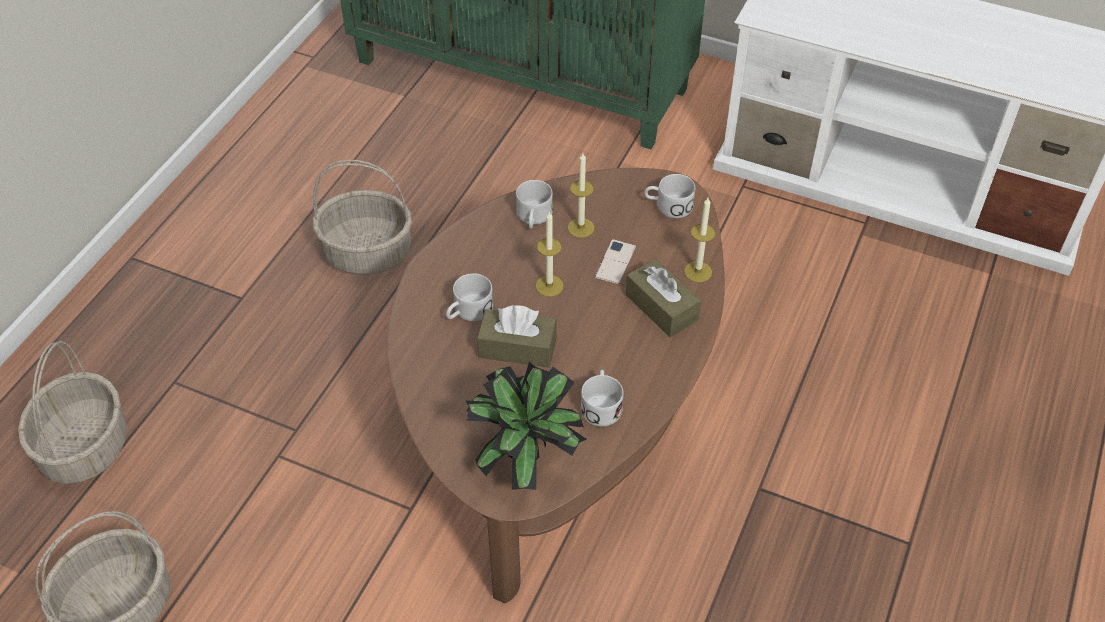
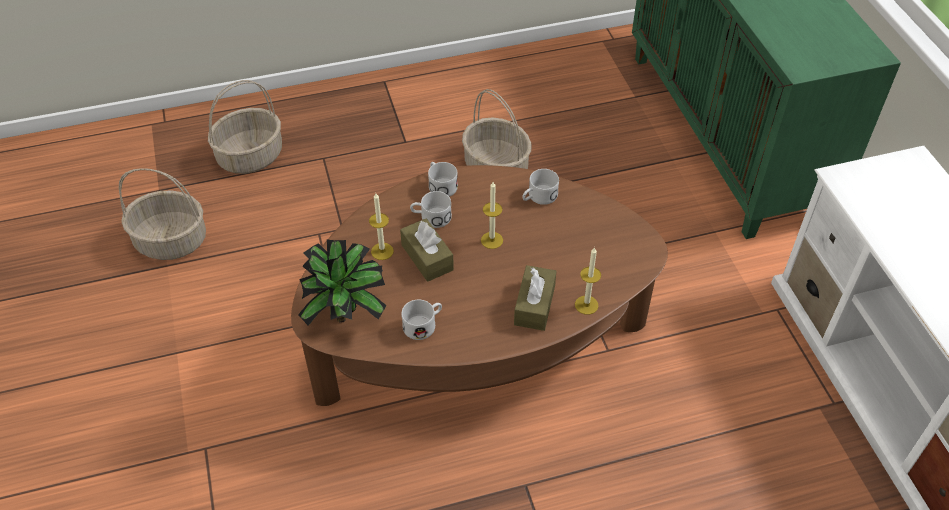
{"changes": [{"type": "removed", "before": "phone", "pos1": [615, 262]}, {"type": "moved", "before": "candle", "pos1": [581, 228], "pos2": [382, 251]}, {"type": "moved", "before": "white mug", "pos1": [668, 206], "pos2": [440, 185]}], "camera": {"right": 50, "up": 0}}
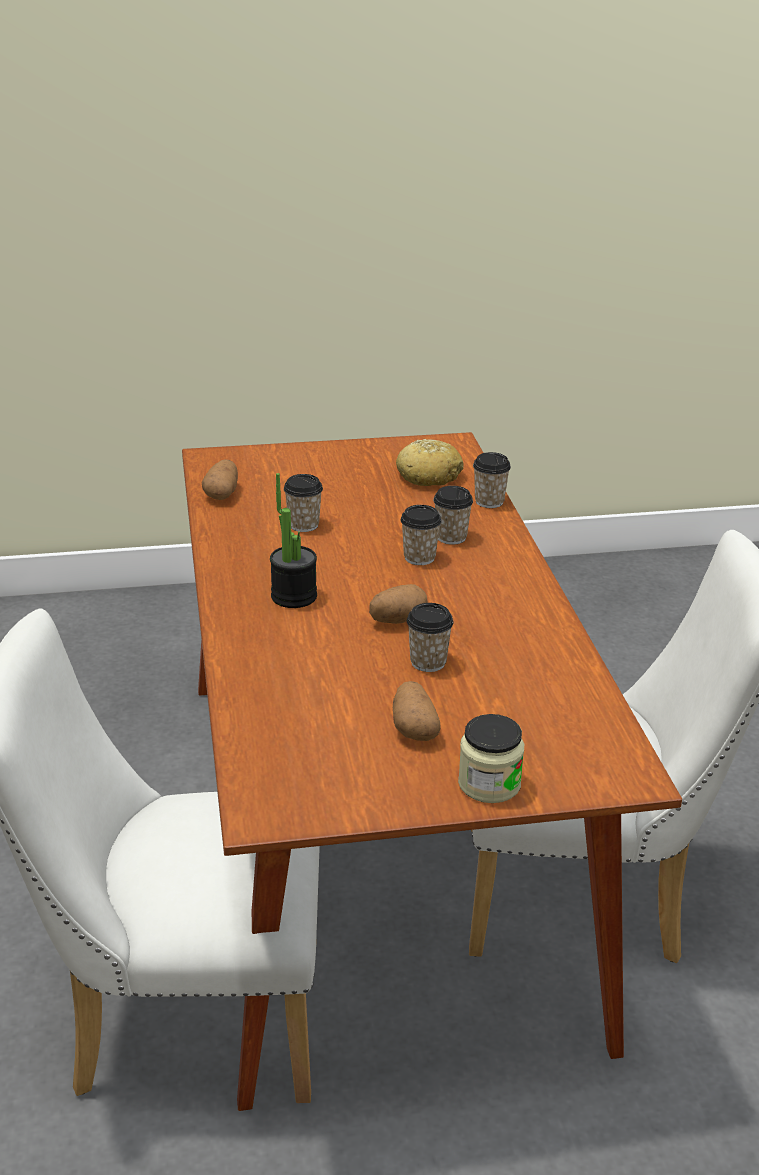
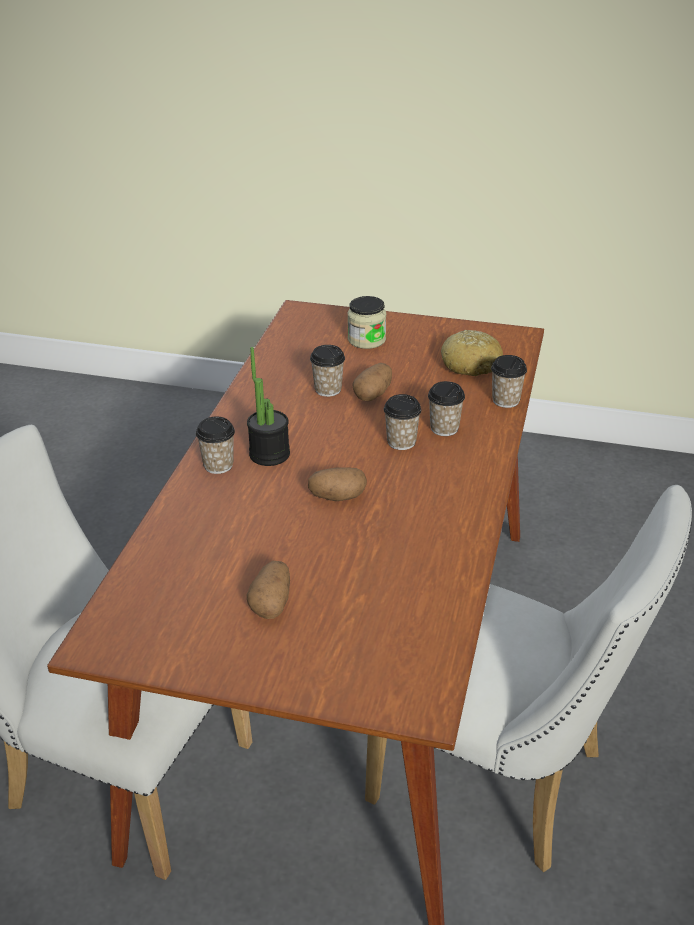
{"changes": [{"type": "moved", "before": "potato", "pos1": [222, 494], "pos2": [373, 394]}, {"type": "moved", "before": "cup", "pos1": [428, 662], "pos2": [218, 465]}, {"type": "moved", "before": "jar", "pos1": [489, 784], "pos2": [366, 340]}], "camera": {"right": 25, "up": 5}}
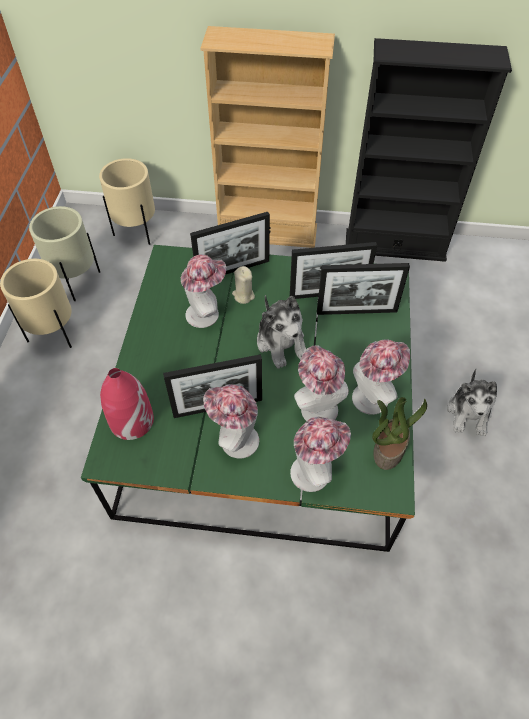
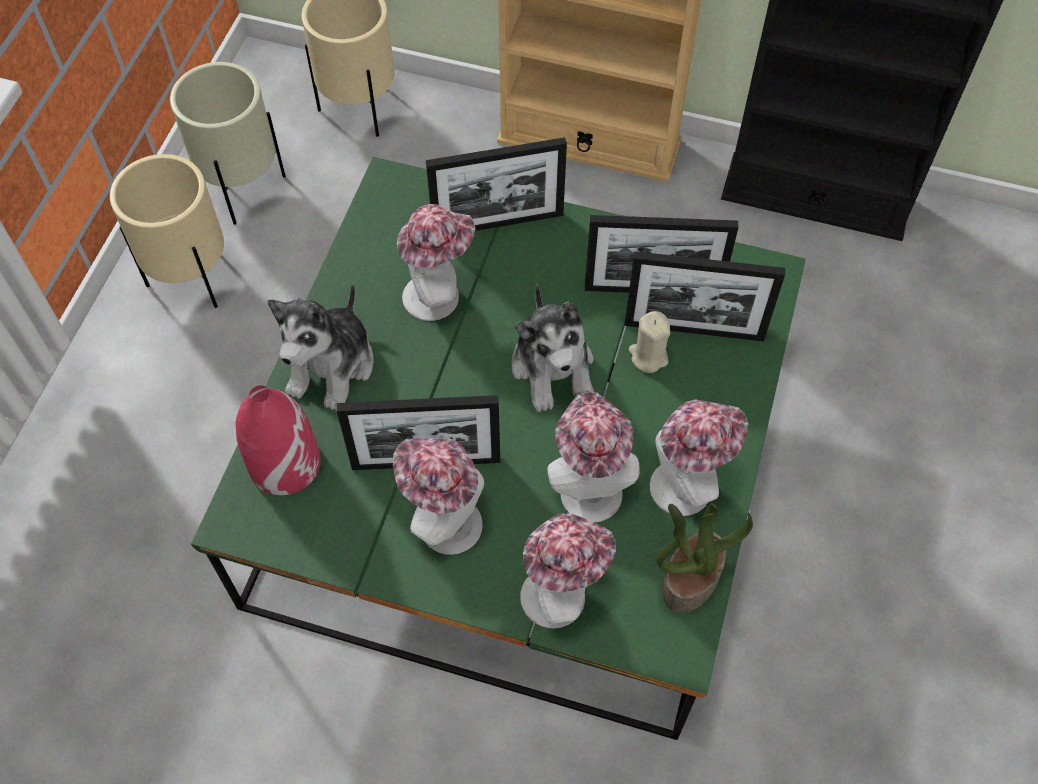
{"changes": [{"type": "moved", "before": "beige candle", "pos1": [243, 295], "pos2": [648, 356]}, {"type": "moved", "before": "plush toy", "pos1": [469, 413], "pos2": [332, 366]}], "camera": {"right": 10, "up": 5}}
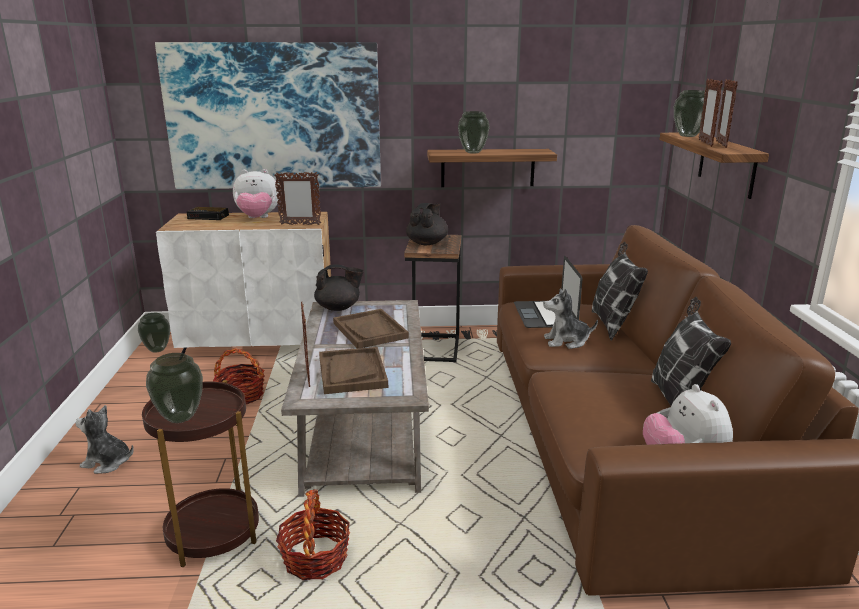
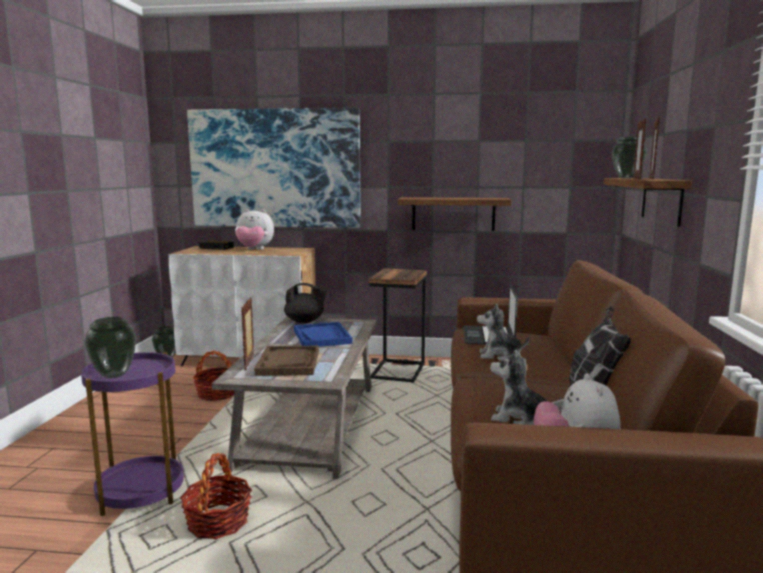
{"changes": [{"type": "removed", "before": "picture frame", "pos1": [300, 224]}, {"type": "removed", "before": "black teapot", "pos1": [427, 243]}, {"type": "removed", "before": "vase", "pos1": [473, 152]}, {"type": "removed", "before": "pillow", "pos1": [613, 324]}, {"type": "moved", "before": "plush toy", "pos1": [107, 462], "pos2": [519, 419]}, {"type": "recoloured", "before": "brown side table", "after": "purple side table", "pos1": [213, 533], "pos2": [141, 493]}, {"type": "recoloured", "before": "brown tray", "after": "blue tray", "pos1": [370, 330], "pos2": [322, 337]}], "camera": {"right": 10, "up": -10}}
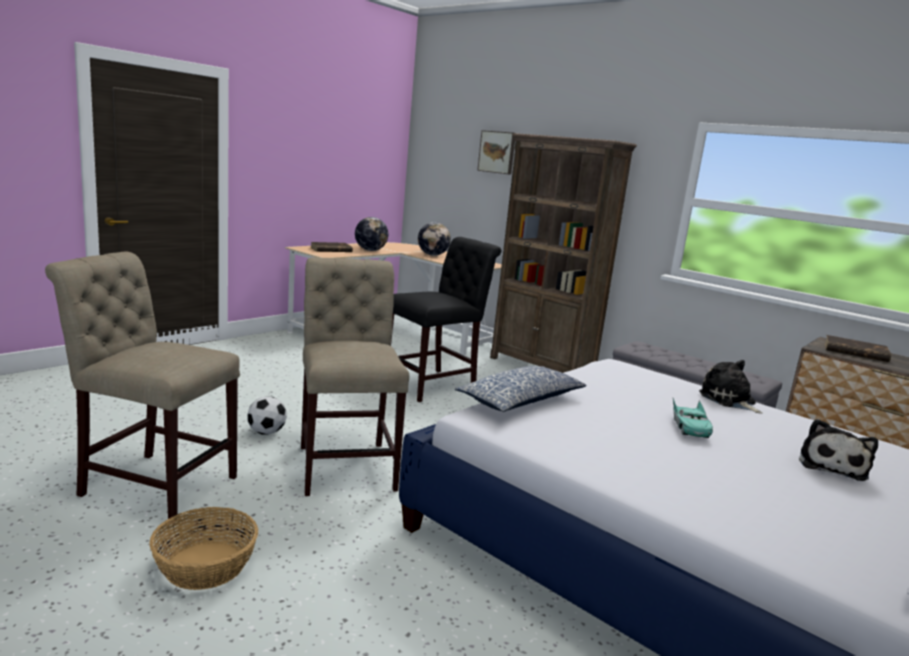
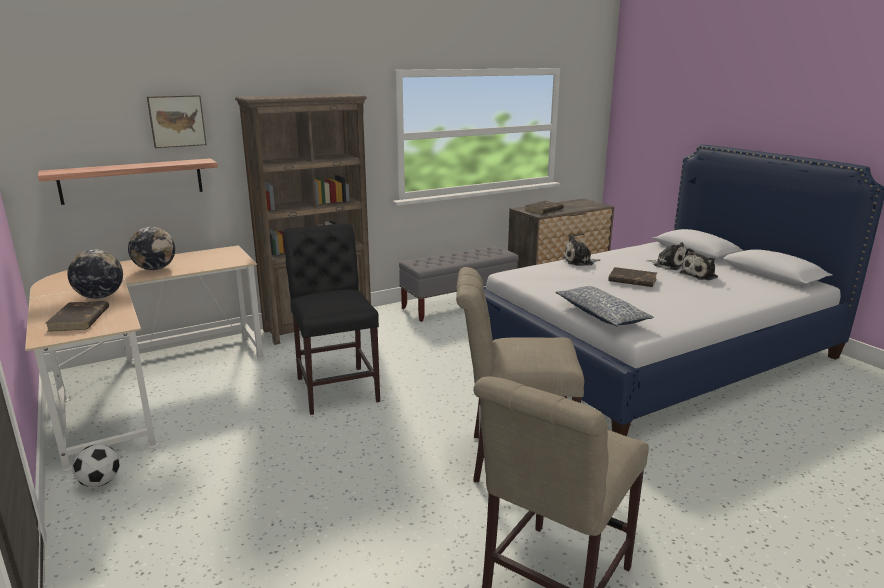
{"changes": [{"type": "removed", "before": "basket", "pos1": [205, 565]}, {"type": "added", "after": "shelf", "pos2": [132, 181]}, {"type": "added", "after": "plush toy", "pos2": [700, 275]}, {"type": "moved", "before": "football", "pos1": [266, 432], "pos2": [100, 482]}, {"type": "replaced", "before": "turquoise toy car", "after": "brown book", "pos1": [689, 427], "pos2": [632, 280]}], "camera": {"right": -70, "up": 5}}
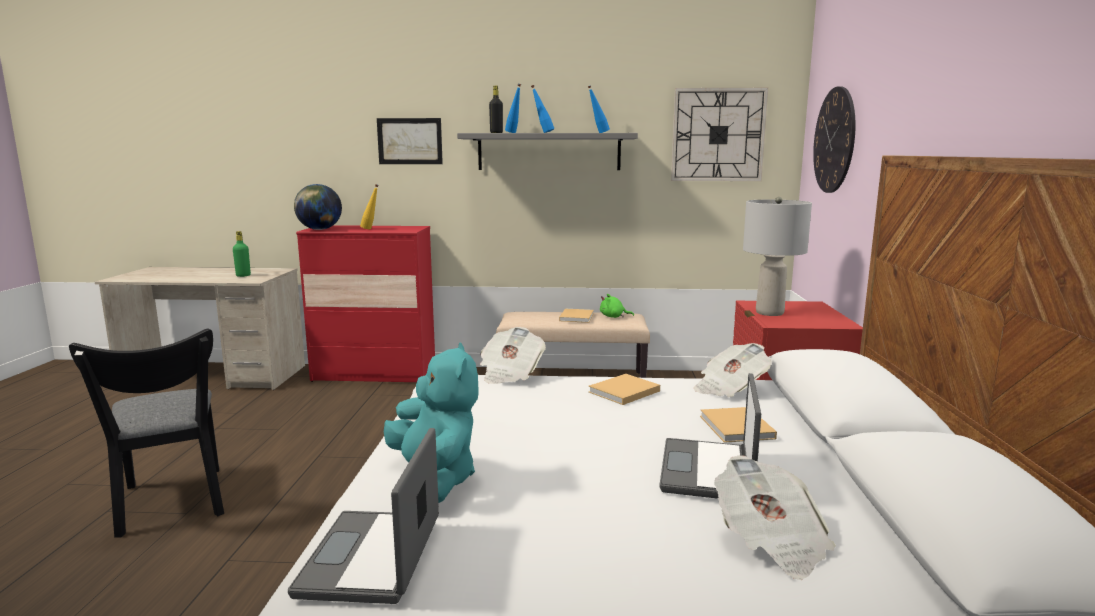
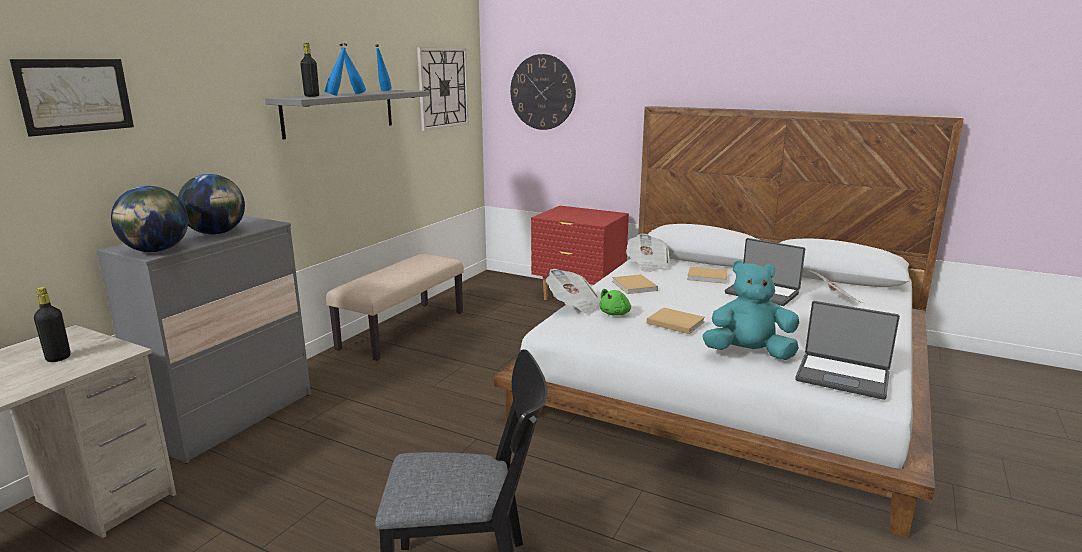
{"changes": [{"type": "removed", "before": "grey table lamp", "pos1": [770, 313]}, {"type": "moved", "before": "picture", "pos1": [410, 141], "pos2": [75, 95]}, {"type": "moved", "before": "beige book", "pos1": [577, 317], "pos2": [674, 322]}, {"type": "moved", "before": "green plush toy", "pos1": [613, 317], "pos2": [615, 313]}, {"type": "replaced", "before": "yellow bottle", "after": "globe", "pos1": [371, 229], "pos2": [216, 233]}, {"type": "recoloured", "before": "green bottle", "after": "black bottle", "pos1": [243, 275], "pos2": [58, 358]}, {"type": "recoloured", "before": "red dresser", "after": "grey dresser", "pos1": [374, 374], "pos2": [231, 418]}], "camera": {"right": -65, "up": 5}}
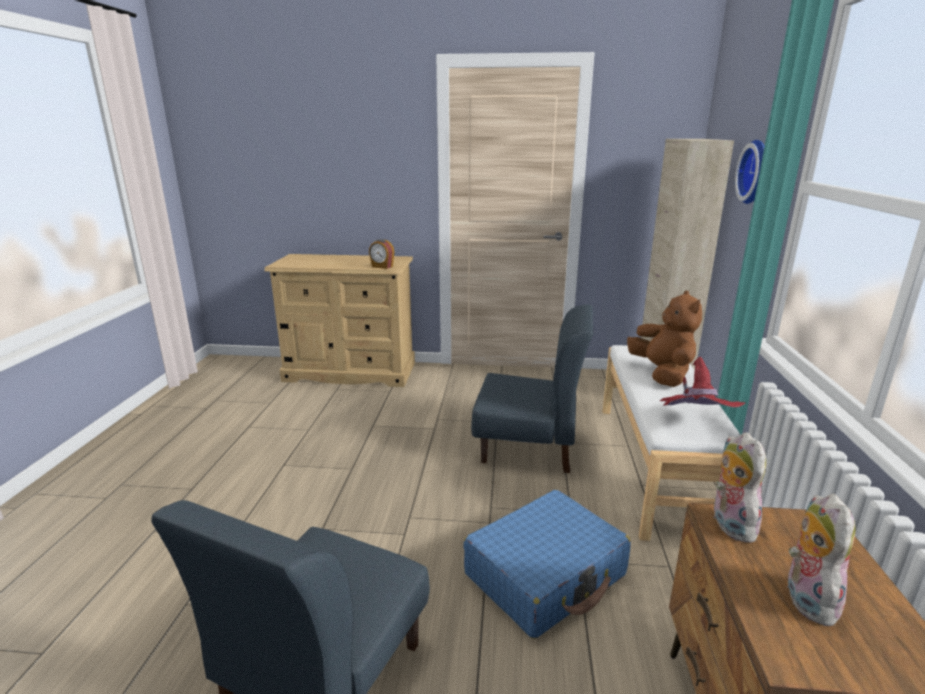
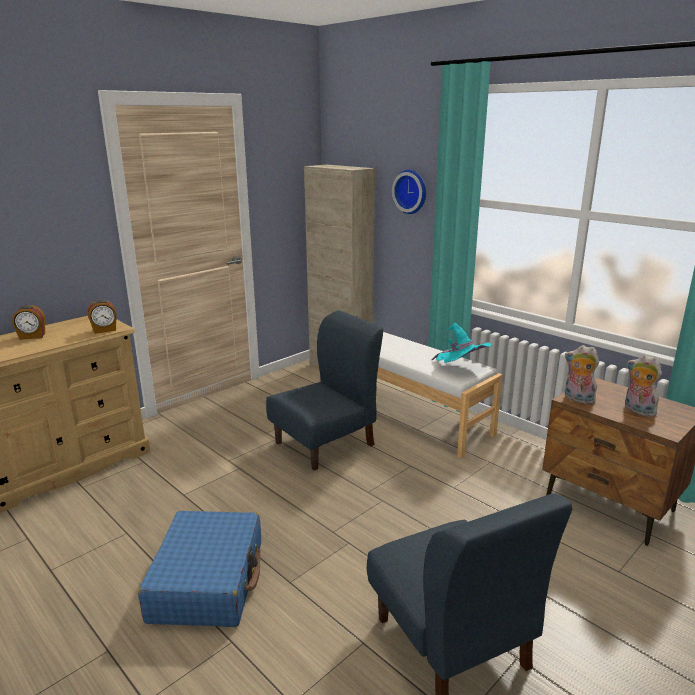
{"changes": [{"type": "removed", "before": "brown plush toy", "pos1": [662, 374]}, {"type": "added", "after": "alarm clock", "pos2": [32, 336]}, {"type": "moved", "before": "blue suitcase", "pos1": [546, 575], "pos2": [208, 581]}, {"type": "recoloured", "before": "red hat", "after": "turquoise hat", "pos1": [694, 424], "pos2": [460, 368]}], "camera": {"right": -50, "up": 0}}
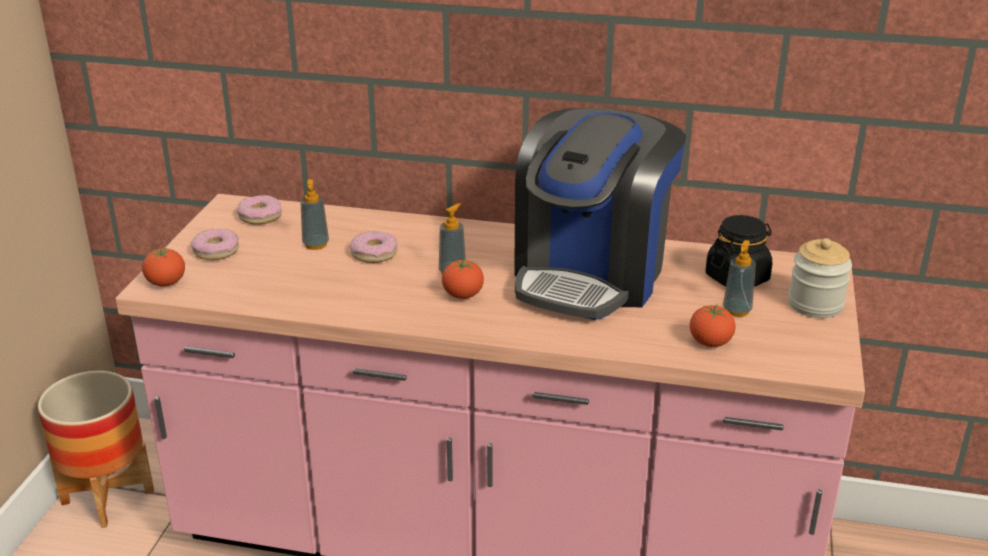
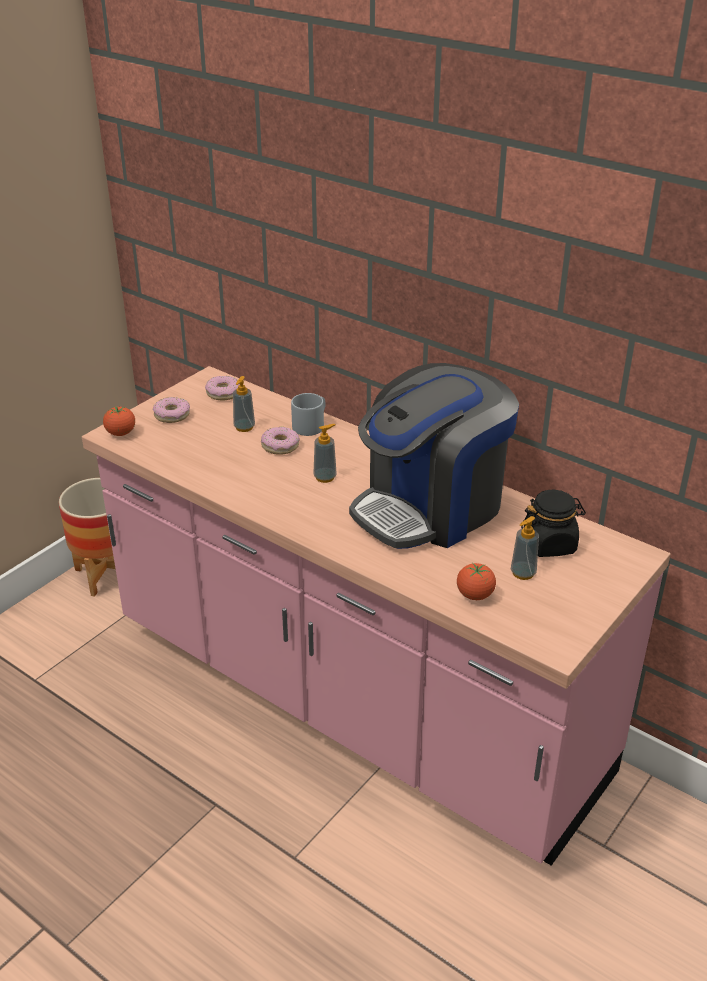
{"changes": [{"type": "removed", "before": "tomato", "pos1": [463, 295]}, {"type": "removed", "before": "jar", "pos1": [815, 304]}, {"type": "added", "after": "grey mug", "pos2": [311, 424]}], "camera": {"right": 25, "up": 5}}
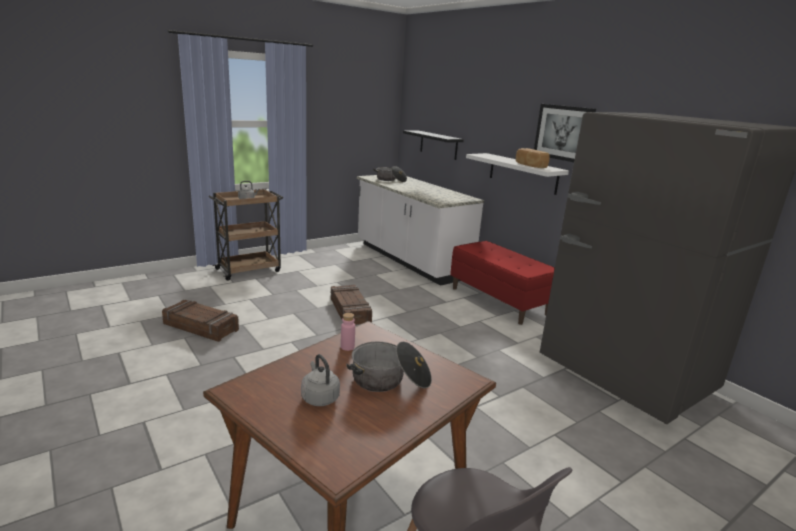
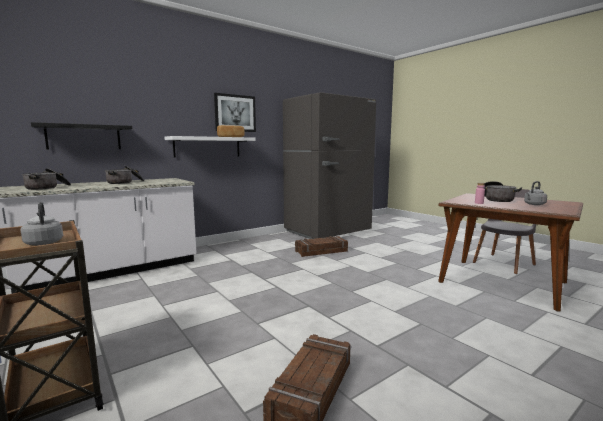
{"changes": [{"type": "removed", "before": "red bench", "pos1": [499, 301]}, {"type": "added", "after": "cooking pot", "pos2": [125, 182]}, {"type": "moved", "before": "crate", "pos1": [349, 311], "pos2": [321, 251]}], "camera": {"right": -90, "up": -10}}
